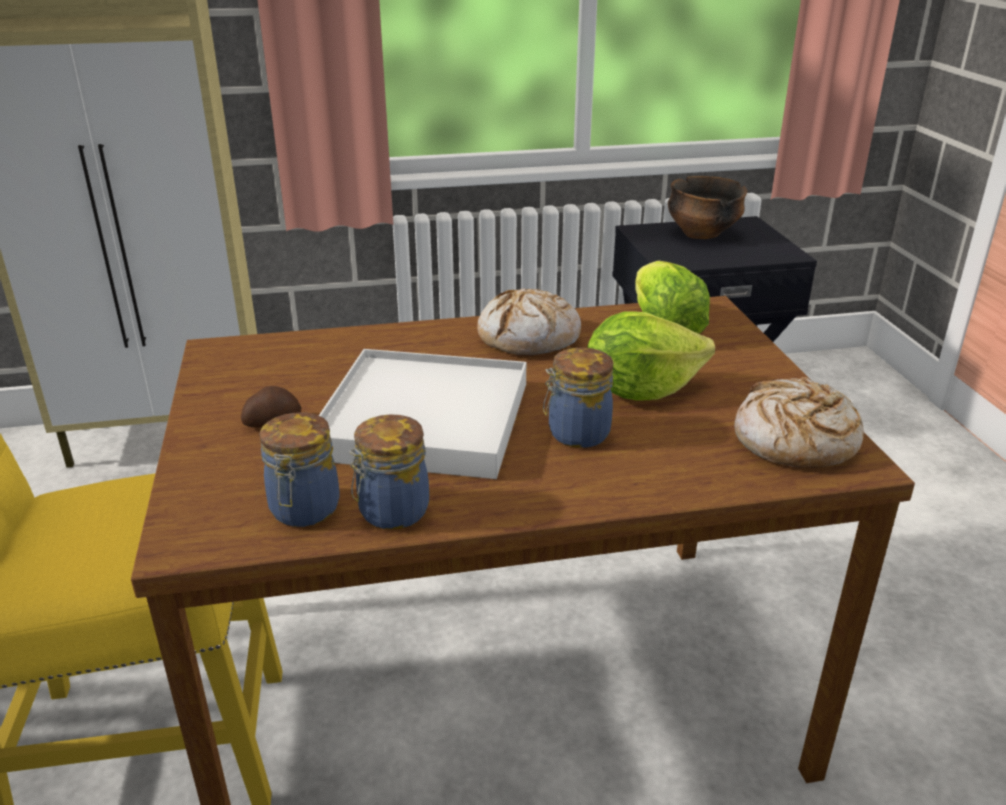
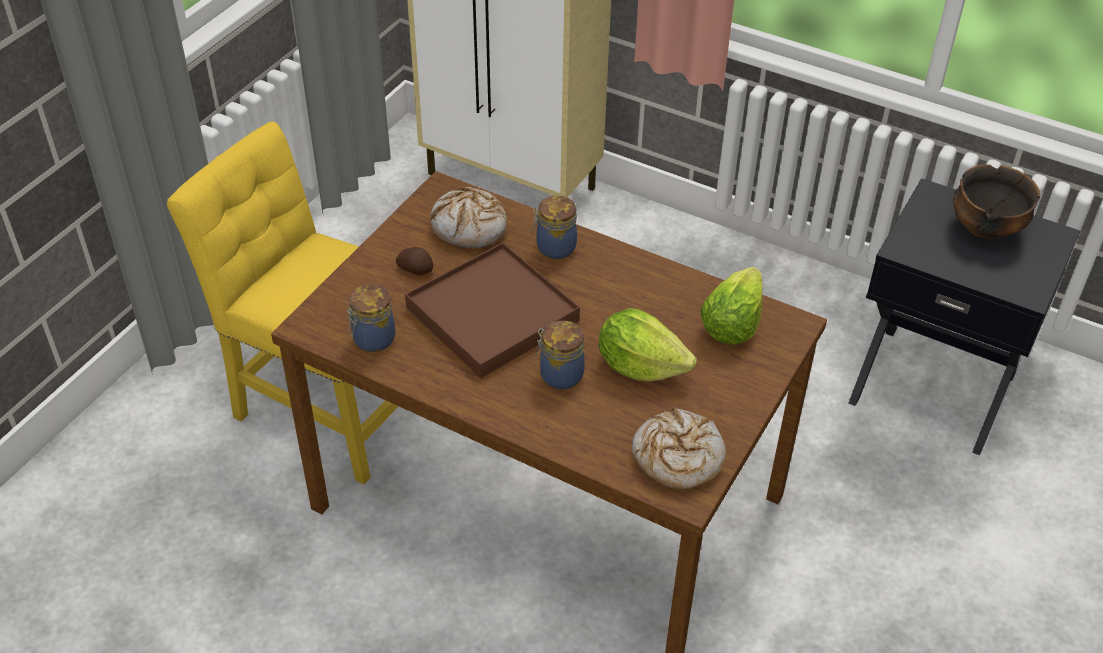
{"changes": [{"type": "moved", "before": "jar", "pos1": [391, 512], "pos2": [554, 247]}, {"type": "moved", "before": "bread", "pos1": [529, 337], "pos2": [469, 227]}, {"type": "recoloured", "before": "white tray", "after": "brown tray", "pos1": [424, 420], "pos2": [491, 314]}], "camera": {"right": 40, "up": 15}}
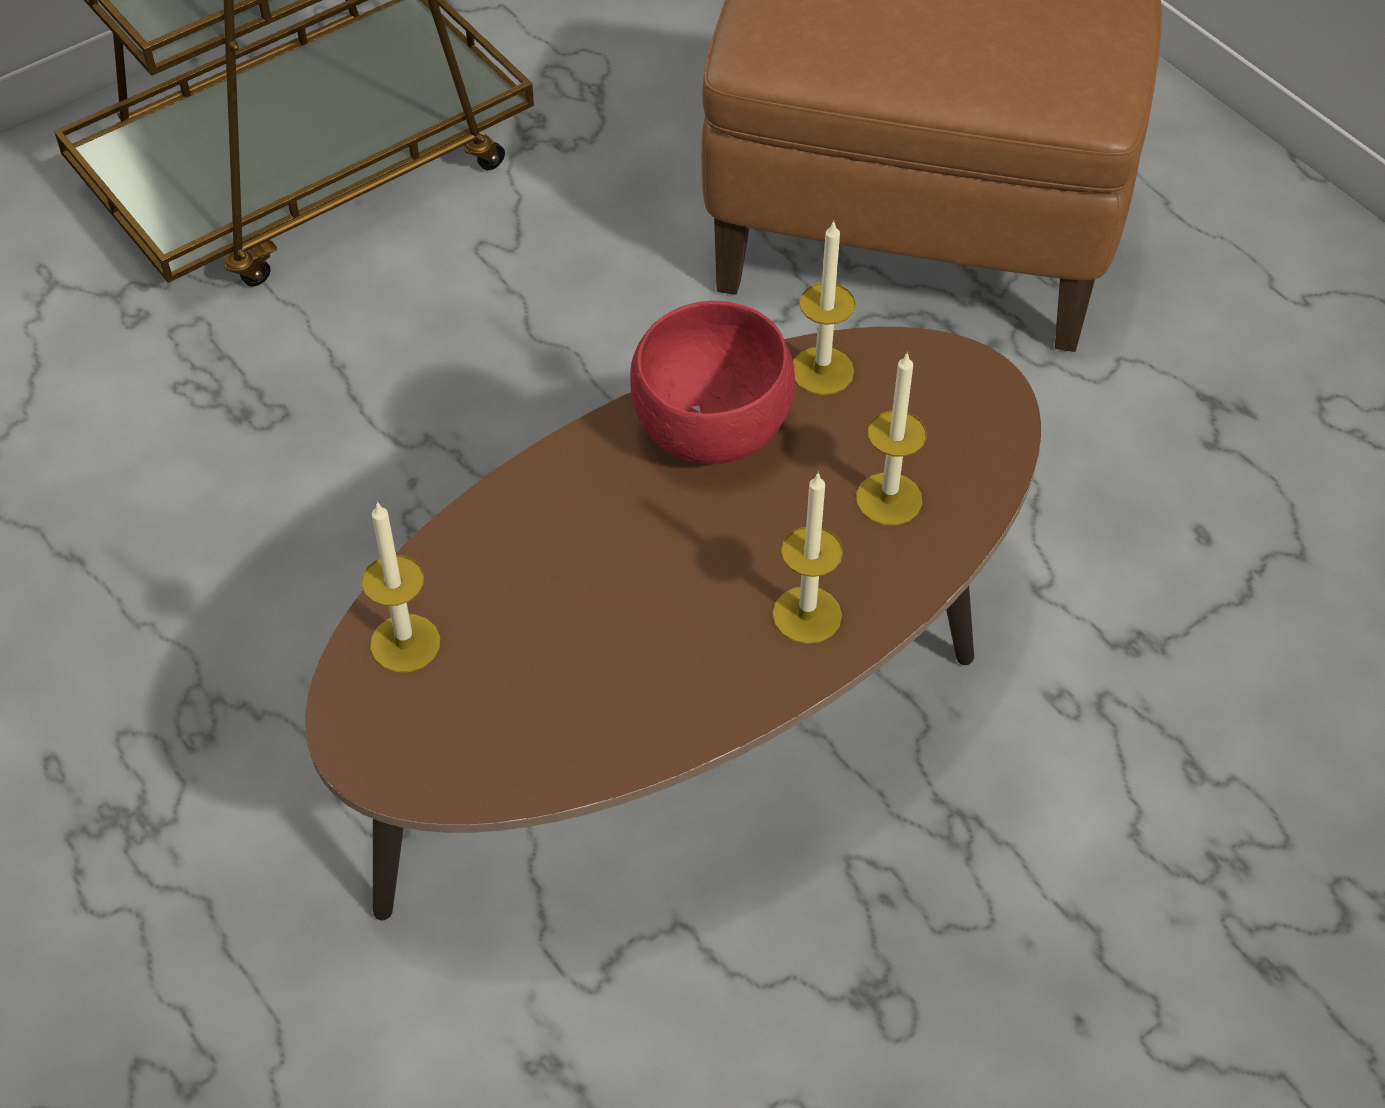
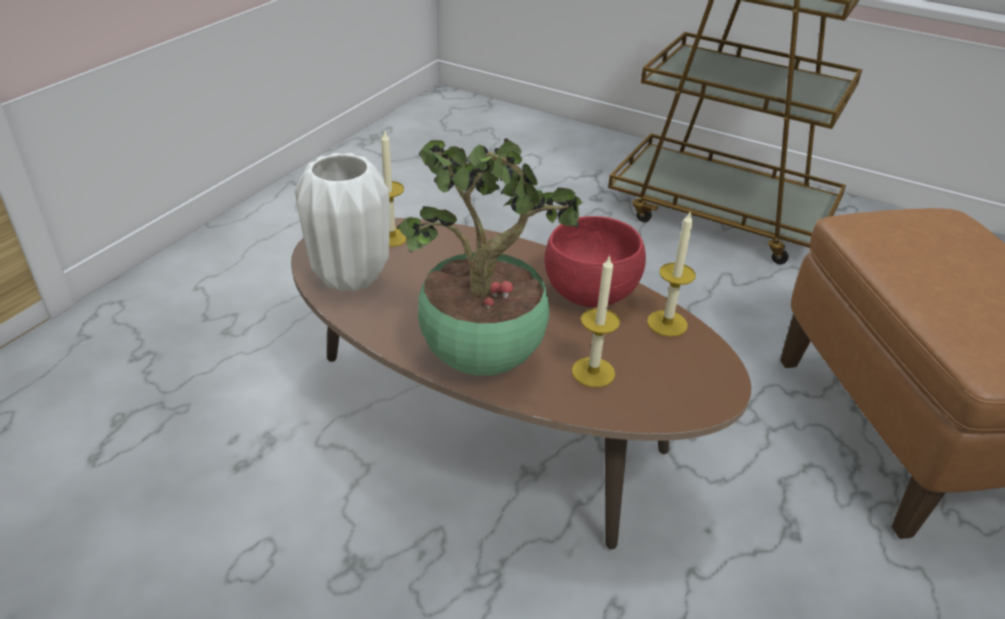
{"changes": [{"type": "added", "after": "white vase", "pos2": [351, 276]}, {"type": "replaced", "before": "candle", "after": "potted plant", "pos1": [807, 615], "pos2": [486, 359]}], "camera": {"right": 65, "up": -15}}
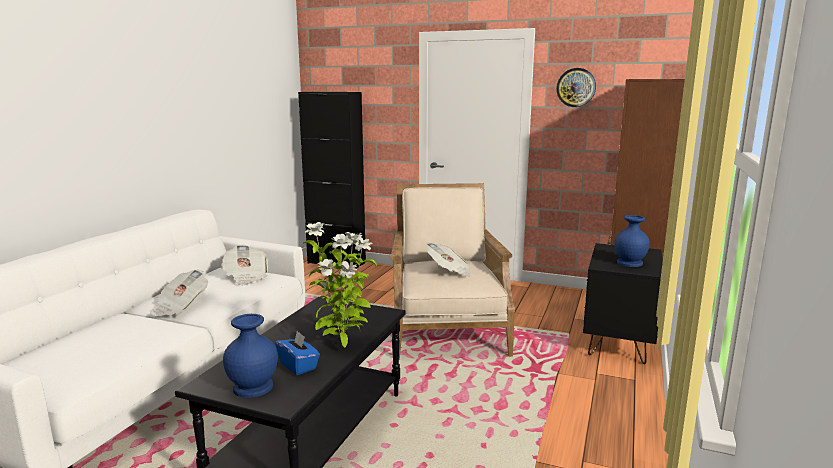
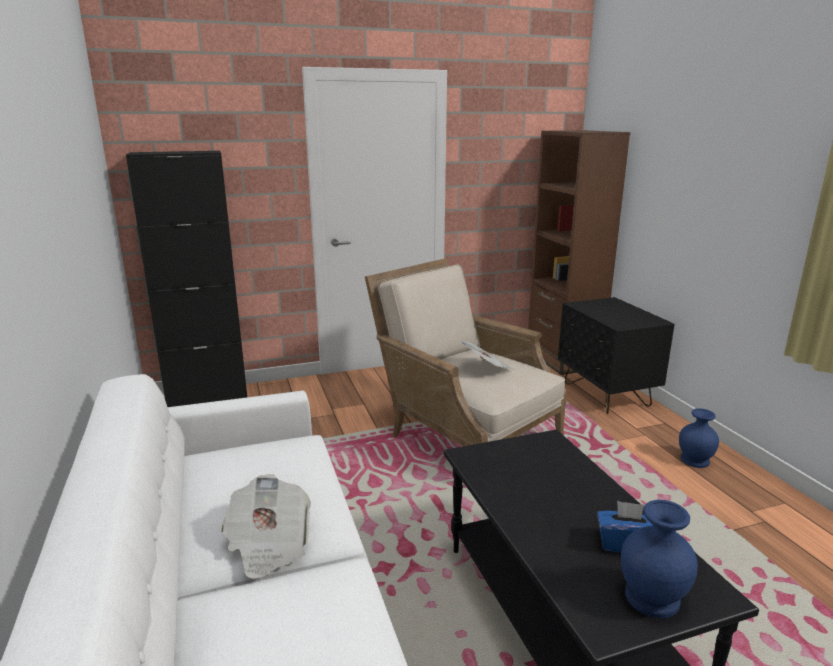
{"changes": [{"type": "removed", "before": "newspaper", "pos1": [246, 277]}, {"type": "removed", "before": "potted plant", "pos1": [342, 346]}, {"type": "removed", "before": "wall clock", "pos1": [576, 87]}, {"type": "moved", "before": "blue vase", "pos1": [629, 263], "pos2": [694, 460]}], "camera": {"right": -40, "up": 5}}
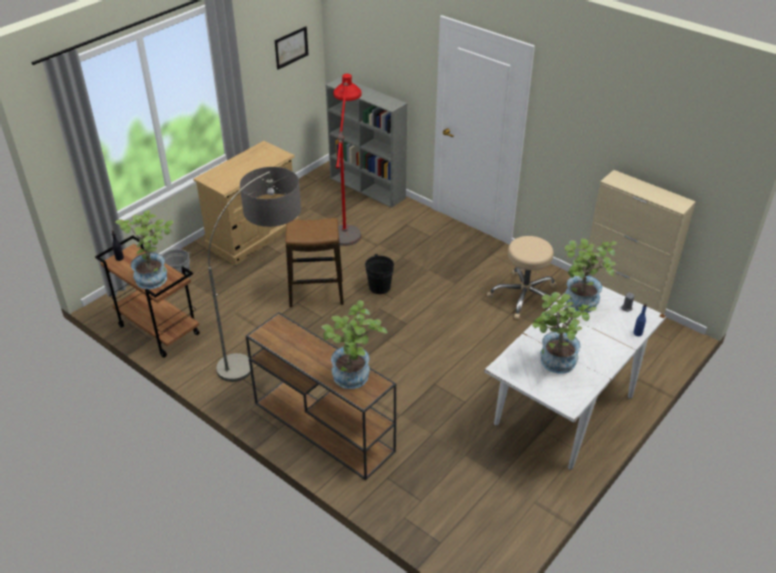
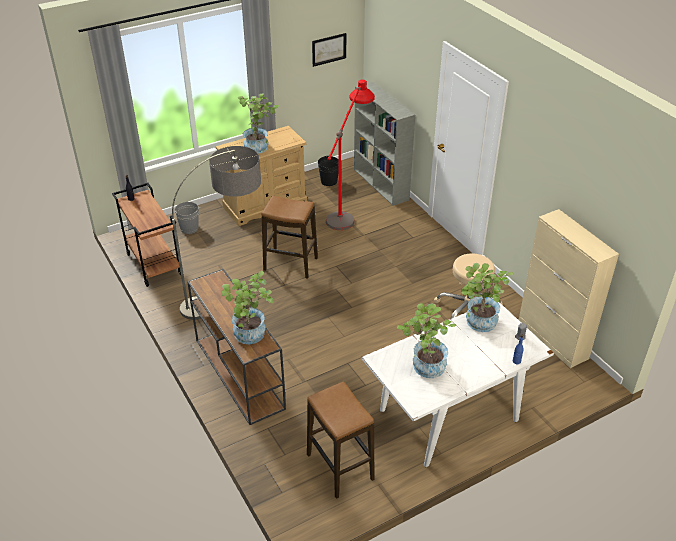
{"changes": [{"type": "added", "after": "stool", "pos2": [339, 467]}, {"type": "moved", "before": "potted plant", "pos1": [155, 276], "pos2": [259, 146]}, {"type": "moved", "before": "black bucket", "pos1": [379, 287], "pos2": [329, 181]}], "camera": {"right": 20, "up": 0}}
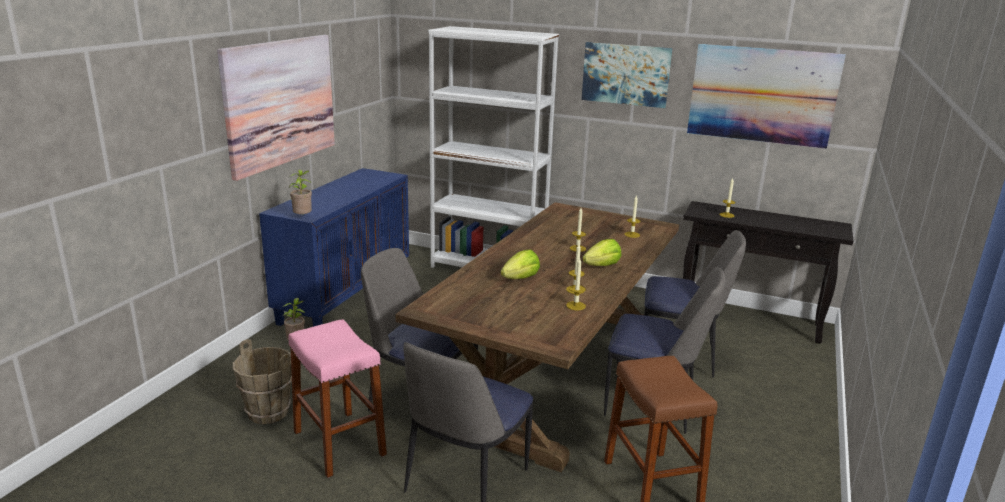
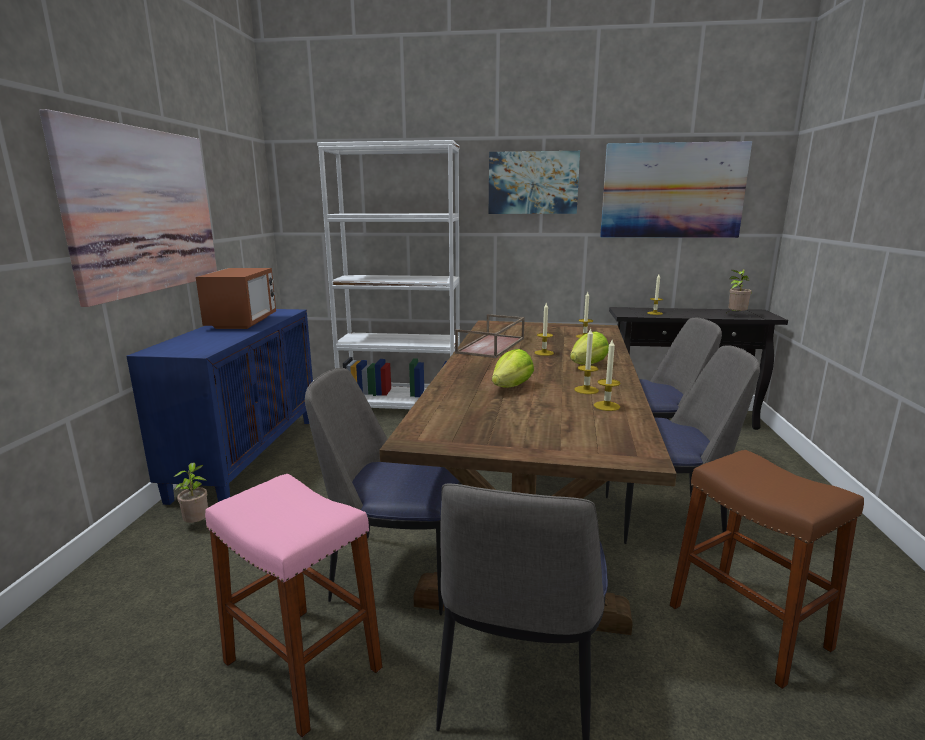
{"changes": [{"type": "removed", "before": "brown bucket", "pos1": [268, 413]}, {"type": "added", "after": "microwave", "pos2": [242, 323]}, {"type": "added", "after": "brown tray", "pos2": [491, 346]}, {"type": "moved", "before": "potted plant", "pos1": [303, 218], "pos2": [735, 315]}], "camera": {"right": -15, "up": -5}}
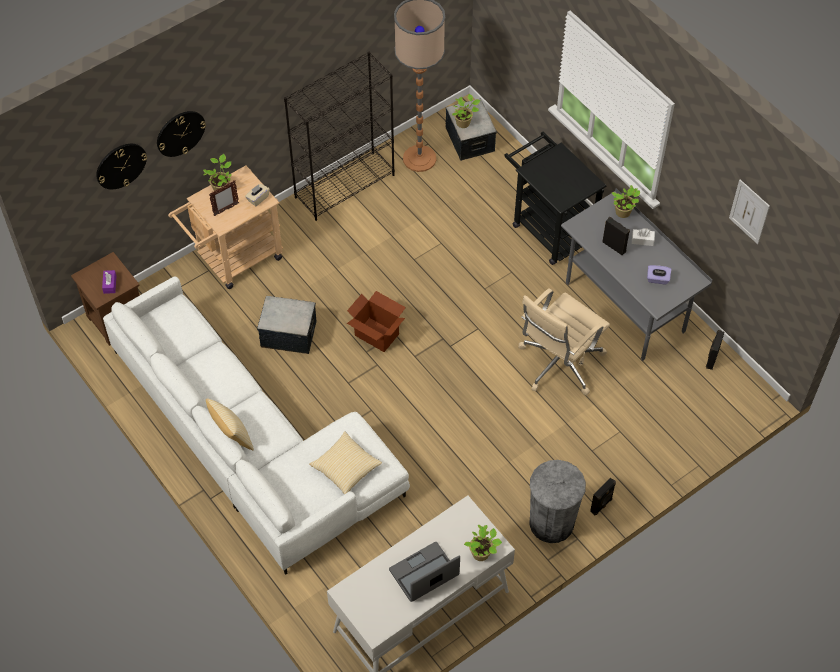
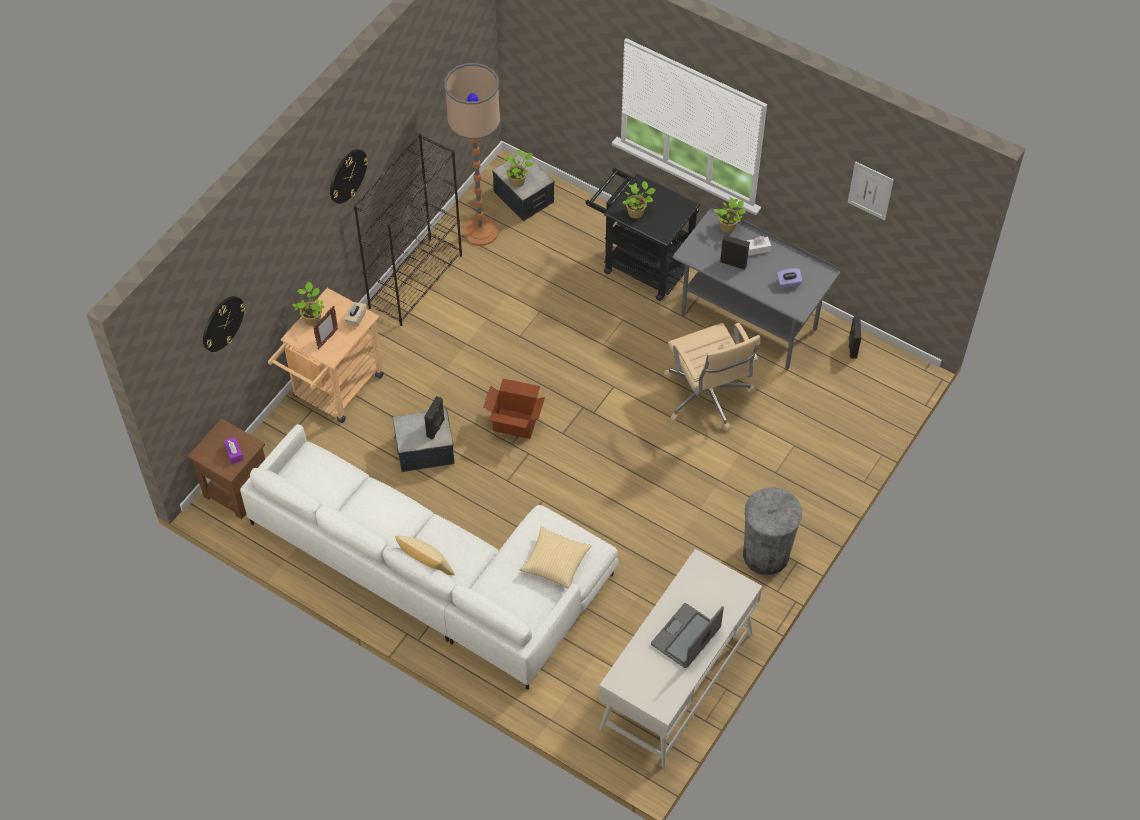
{"changes": [{"type": "moved", "before": "wall clock", "pos1": [180, 133], "pos2": [347, 176]}, {"type": "moved", "before": "potted plant", "pos1": [482, 554], "pos2": [637, 212]}, {"type": "moved", "before": "black speaker", "pos1": [601, 505], "pos2": [436, 428]}, {"type": "turned", "before": "beige office chair", "pos1": [558, 364], "pos2": [707, 397], "turn": -45}], "camera": {"right": -20, "up": 0}}
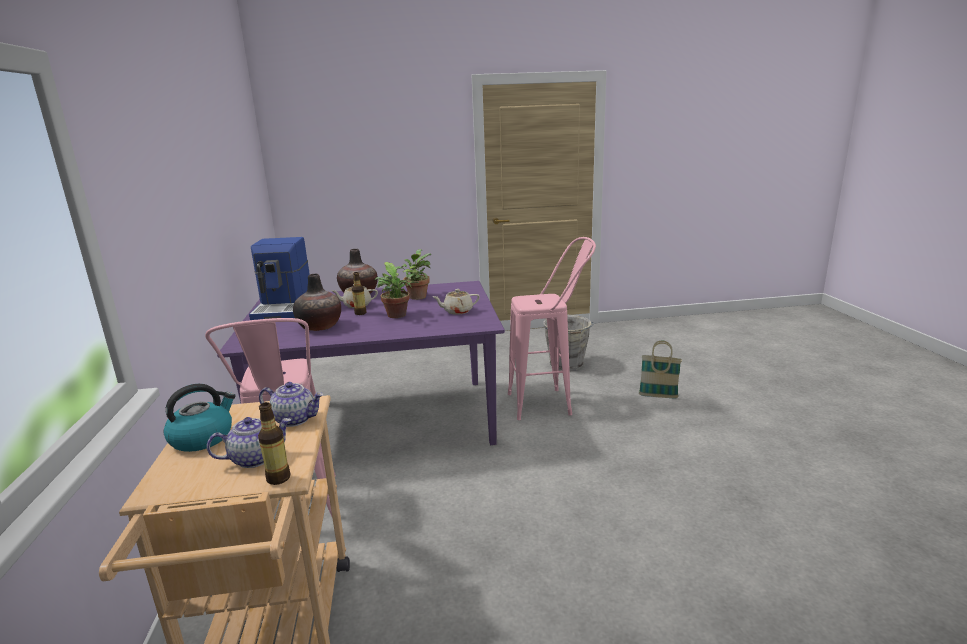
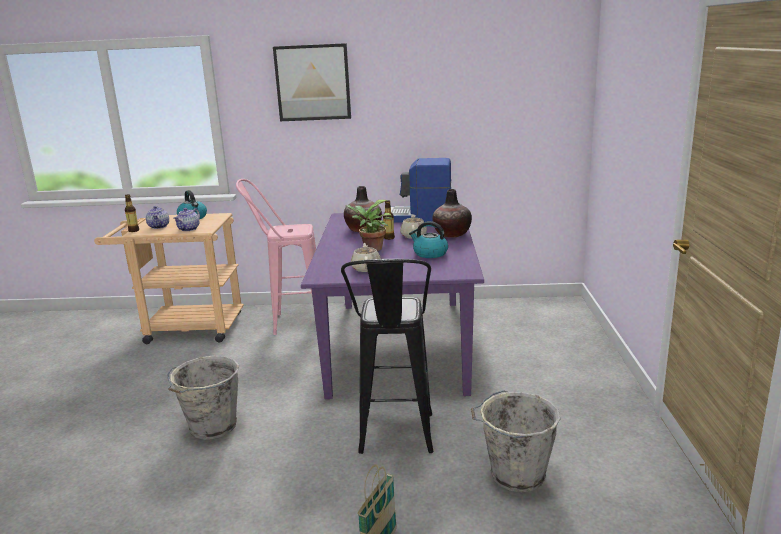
{"changes": [{"type": "added", "after": "grey bucket", "pos2": [211, 427]}, {"type": "added", "after": "picture", "pos2": [313, 82]}, {"type": "replaced", "before": "potted plant", "after": "kettle", "pos1": [417, 296], "pos2": [429, 253]}, {"type": "recoloured", "before": "pink stool", "after": "black stool", "pos1": [550, 403], "pos2": [396, 442]}], "camera": {"right": 100, "up": 0}}
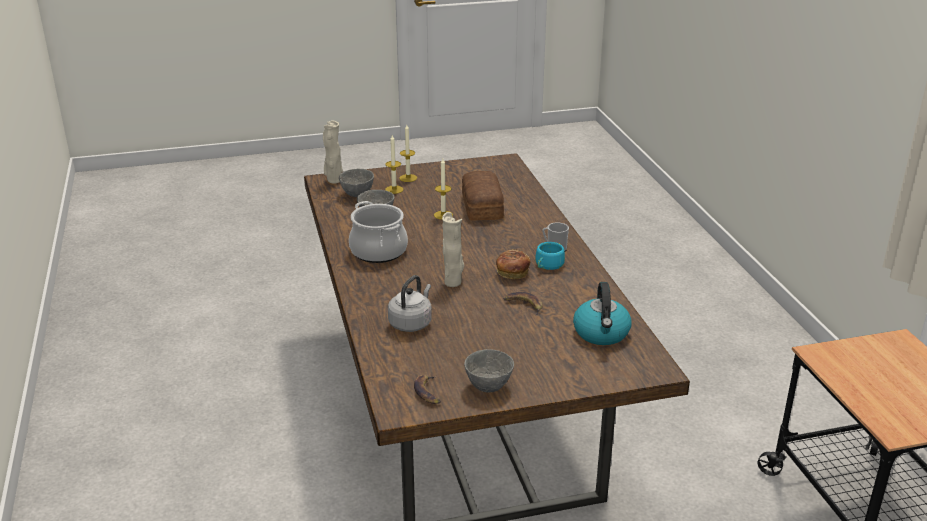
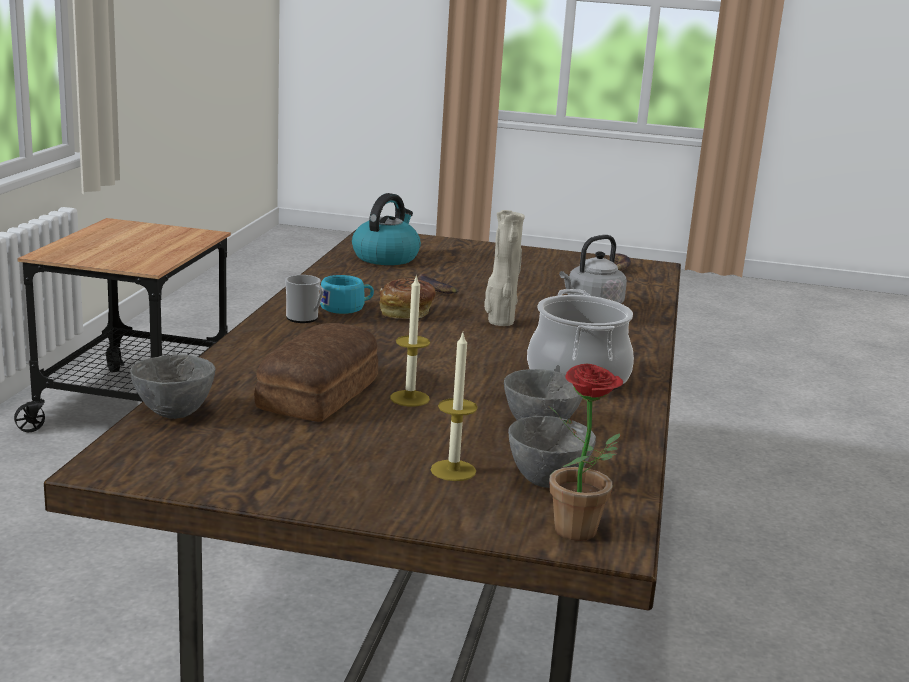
{"changes": [{"type": "removed", "before": "candle", "pos1": [408, 178]}, {"type": "moved", "before": "grey bowl", "pos1": [488, 386], "pos2": [174, 414]}, {"type": "replaced", "before": "beige vase", "after": "potted plant", "pos1": [333, 180], "pos2": [581, 534]}], "camera": {"right": -155, "up": -10}}
